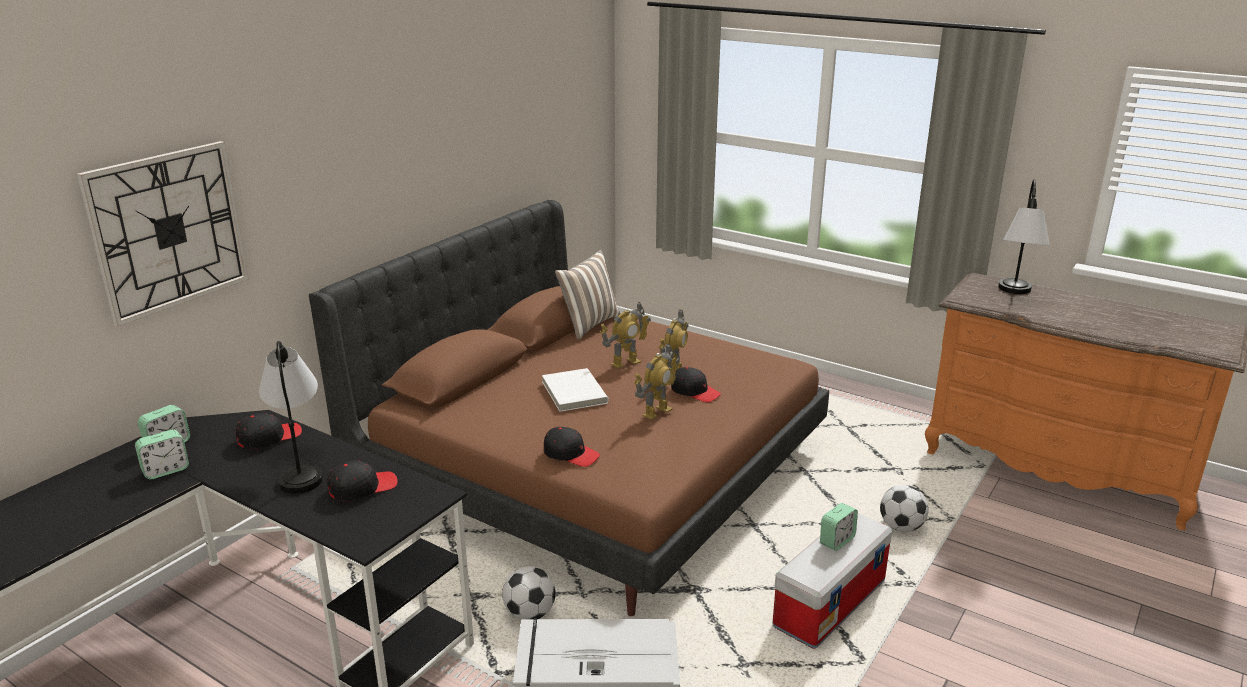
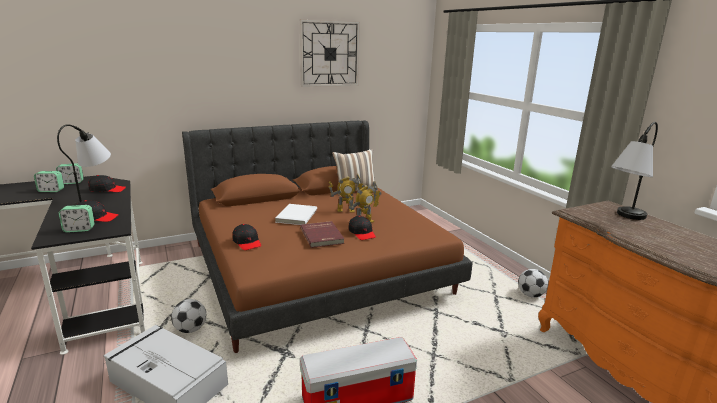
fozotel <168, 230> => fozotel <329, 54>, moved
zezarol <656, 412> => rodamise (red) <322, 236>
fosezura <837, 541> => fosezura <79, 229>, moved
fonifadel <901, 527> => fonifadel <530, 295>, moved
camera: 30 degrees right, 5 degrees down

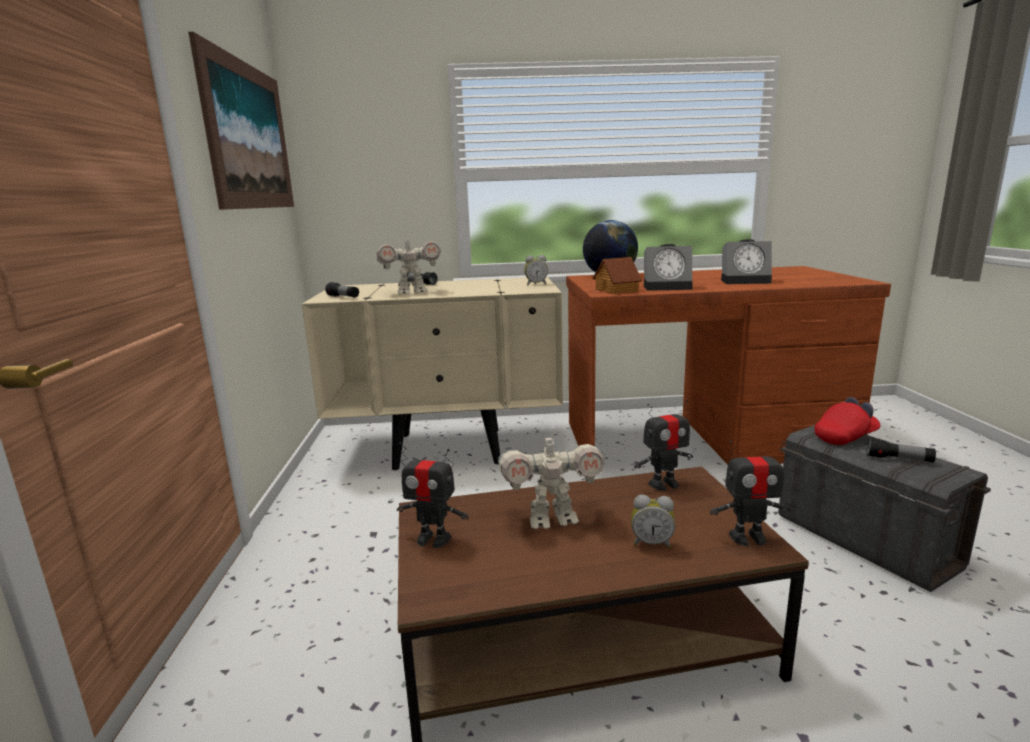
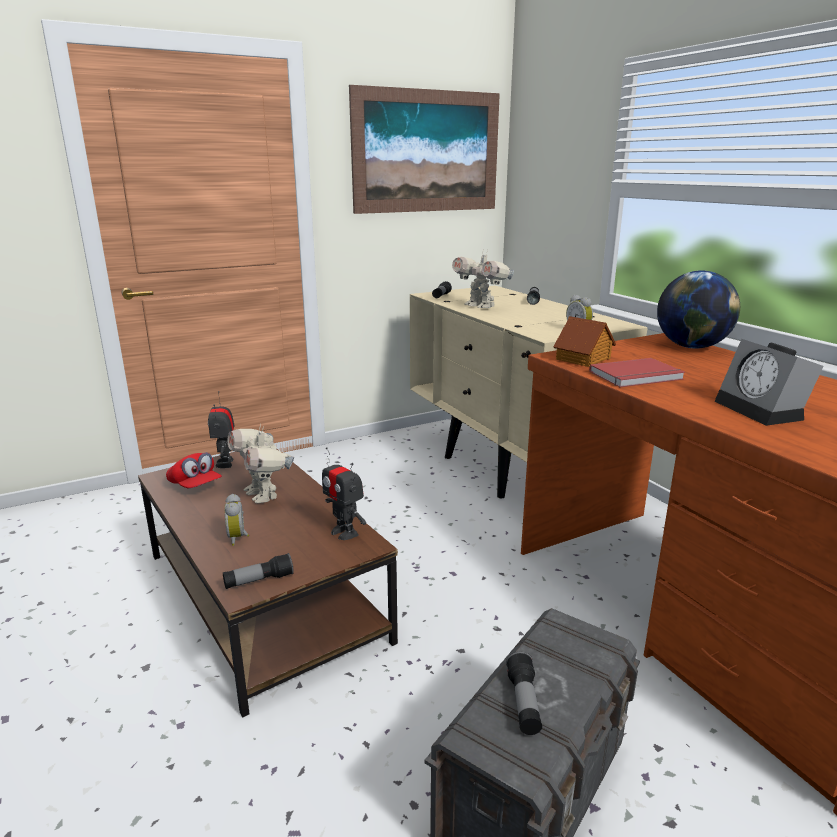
fosezura <668, 287> => rodamise (red) <637, 376>
zezarol <748, 537> => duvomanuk <259, 581>
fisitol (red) <845, 437> => fisitol (red) <195, 486>, moved
camera: 65 degrees right, 5 degrees up

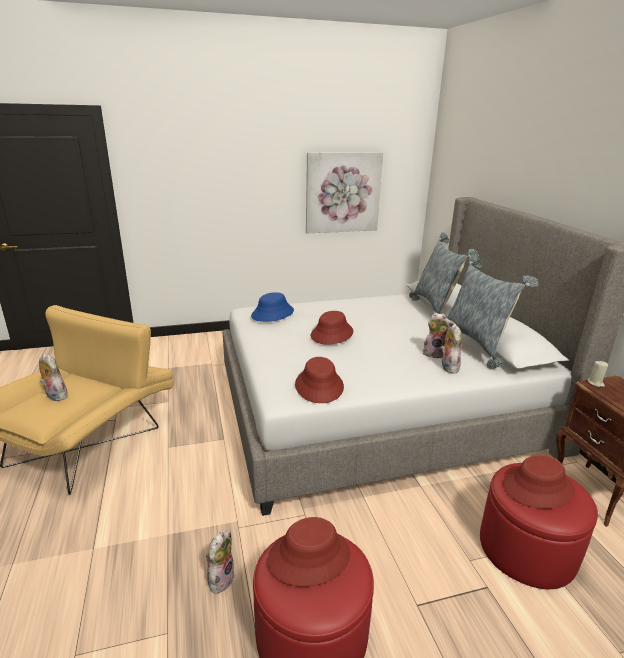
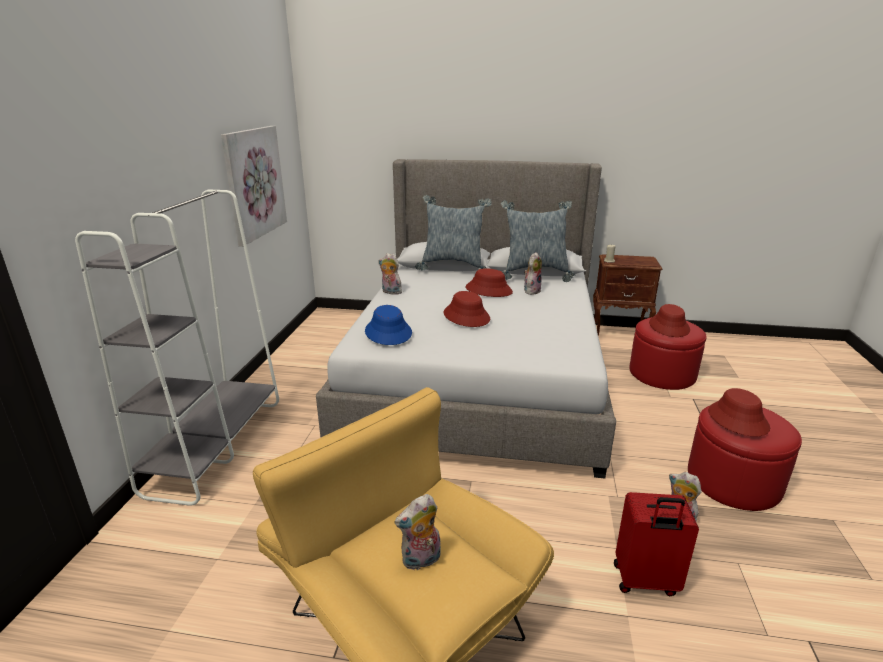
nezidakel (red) <319, 386> => nezidakel (red) <488, 290>, moved
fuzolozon <448, 367> => fuzolozon <390, 292>, moved
nothing => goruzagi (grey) <217, 447>
nothing => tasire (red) <645, 581>
camera: 65 degrees left, 0 degrees up

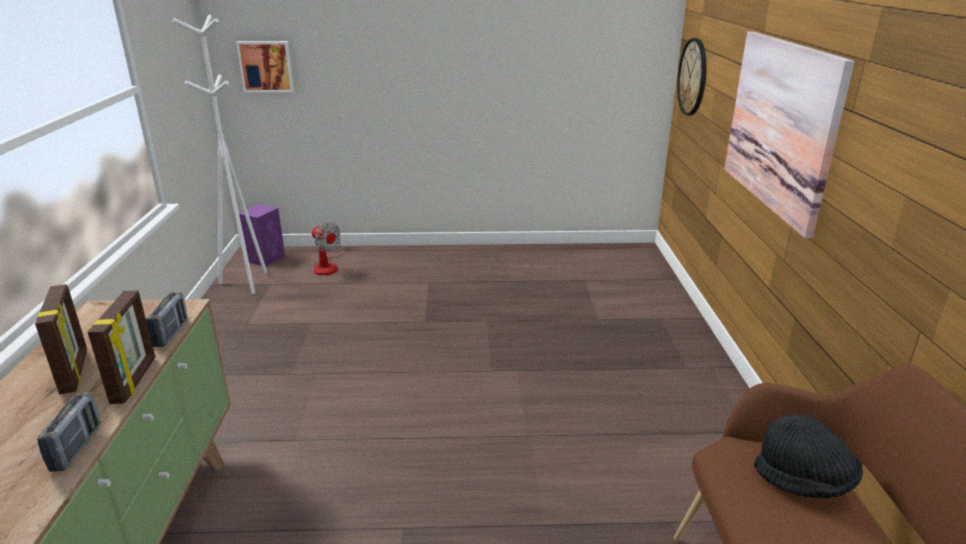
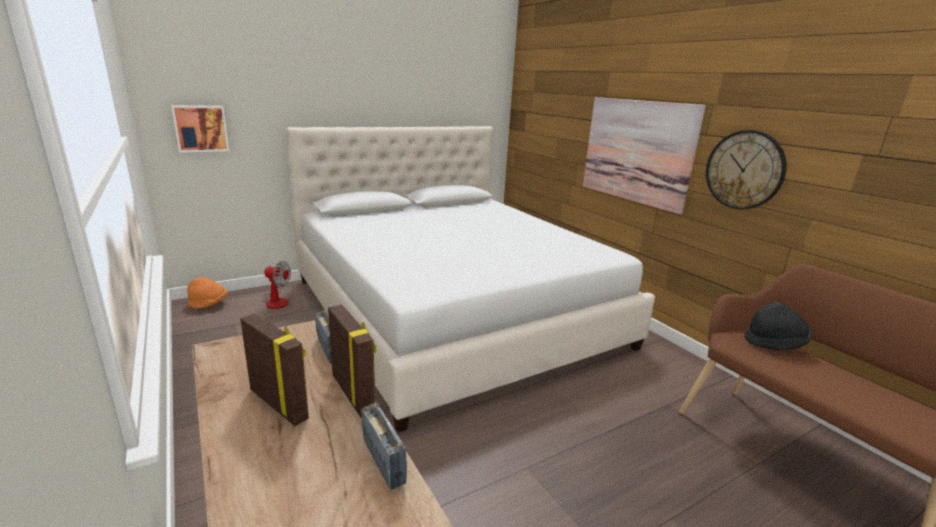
goruzagi (white) <247, 282> => nothing
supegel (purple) <266, 258> => nezidakel (orange) <209, 305>
fozotel <693, 77> => fozotel <744, 170>, moved
nothing => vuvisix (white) <452, 311>
camera: 30 degrees left, 5 degrees down

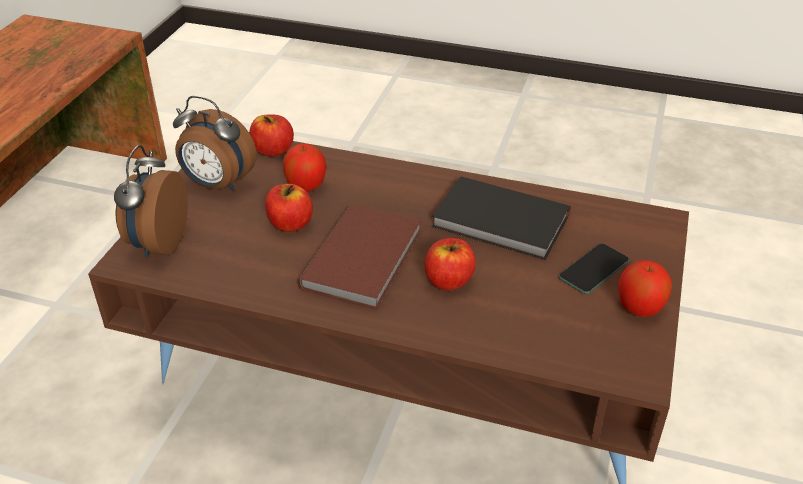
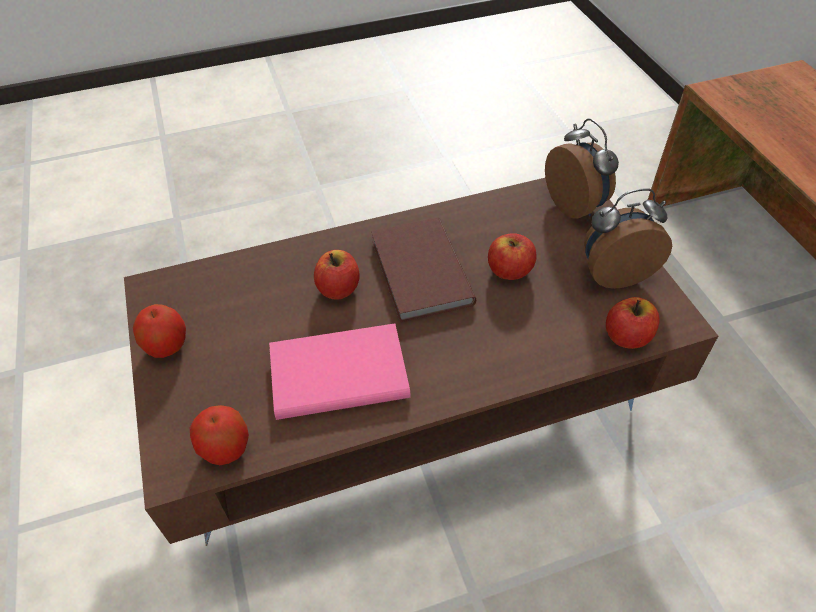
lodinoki <306, 186> => lodinoki <226, 449>, moved
rodamise (black) <501, 223> => rodamise (pink) <336, 372>
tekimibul <593, 269> => nothing
camera: 145 degrees right, 10 degrees up

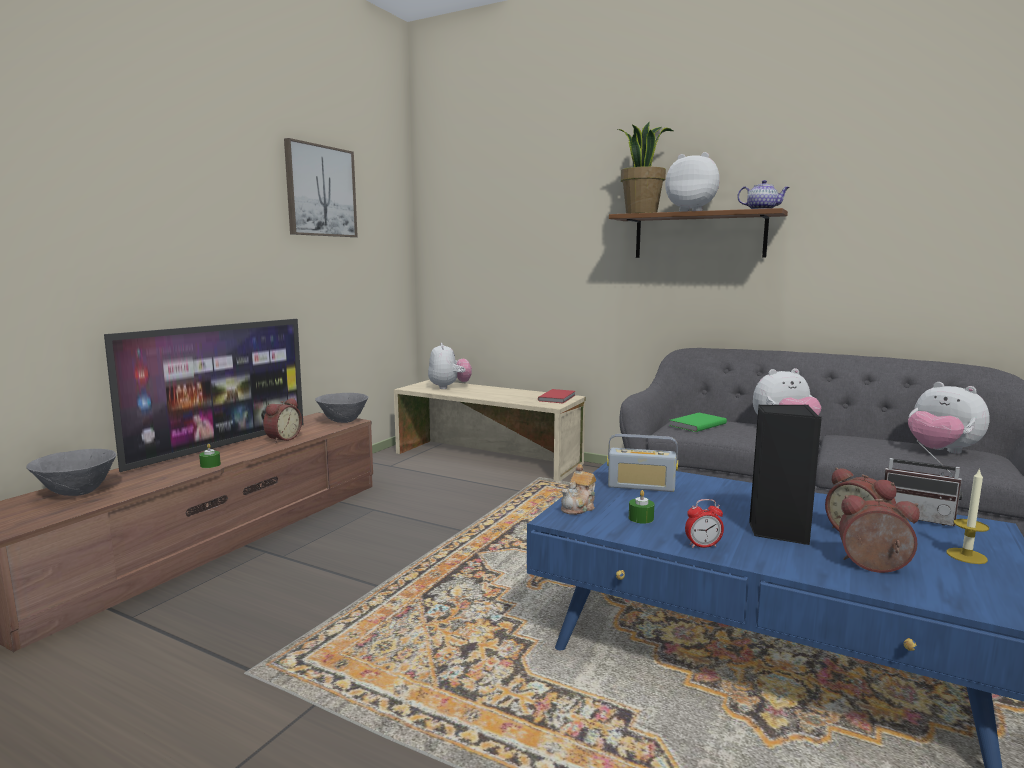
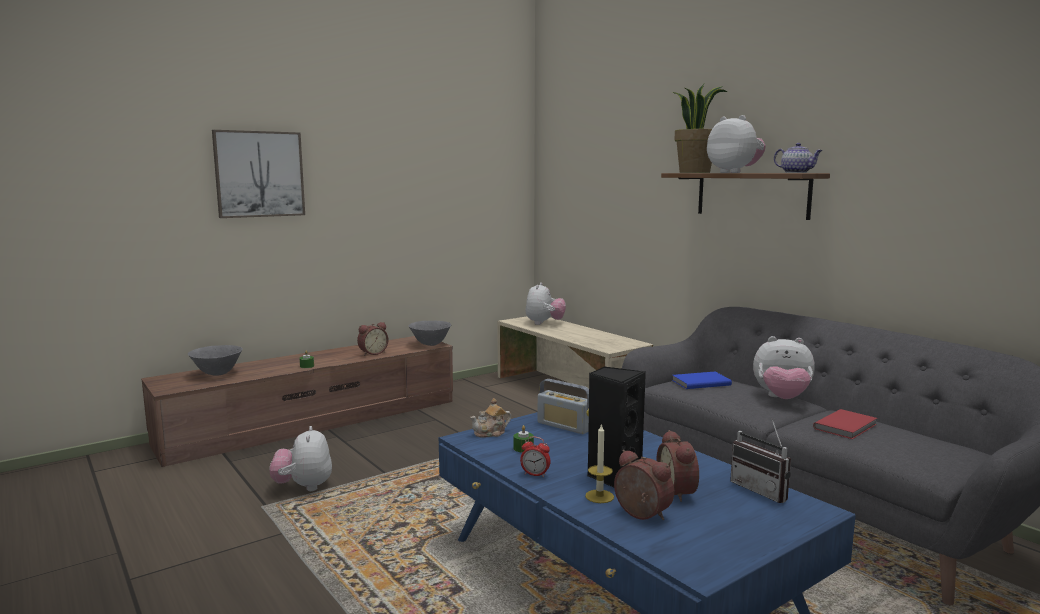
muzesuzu <221, 445> => nothing
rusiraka <320, 191> => rusiraka <259, 174>, moved
rodamise (red) <558, 398> => rodamise (red) <847, 426>, moved
rodamise (green) <696, 424> => rodamise (blue) <700, 382>
fuzolozon <941, 452> => fuzolozon <303, 487>, moved
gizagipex <966, 556> => gizagipex <599, 496>, moved
camera: 25 degrees right, 0 degrees up

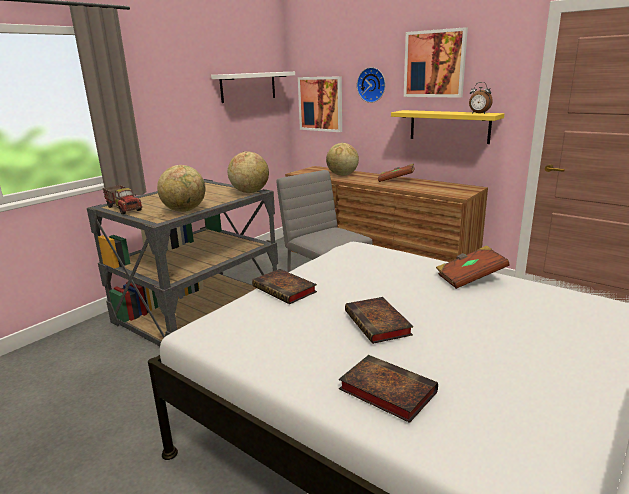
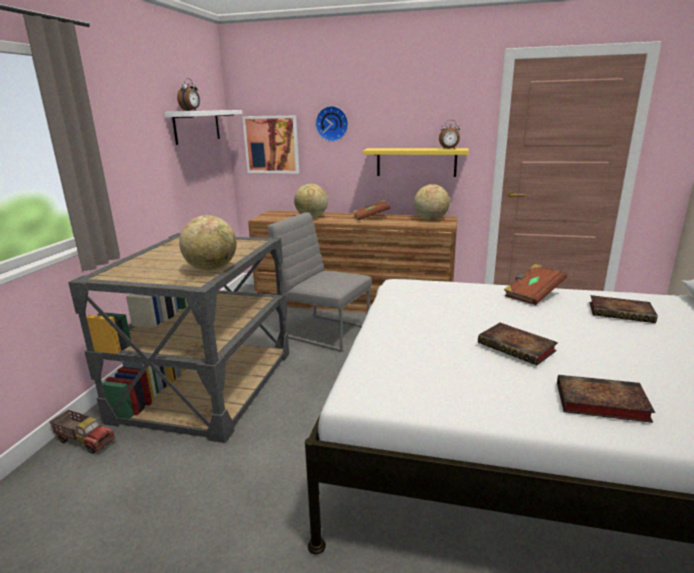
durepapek <124, 208> => durepapek <85, 440>, moved
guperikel <249, 192> => guperikel <430, 219>, moved
rodamise <286, 290> => rodamise <622, 313>, moved
rusiraka <434, 64> => nothing
nothing => fosezura <191, 110>
camera: 25 degrees left, 0 degrees up

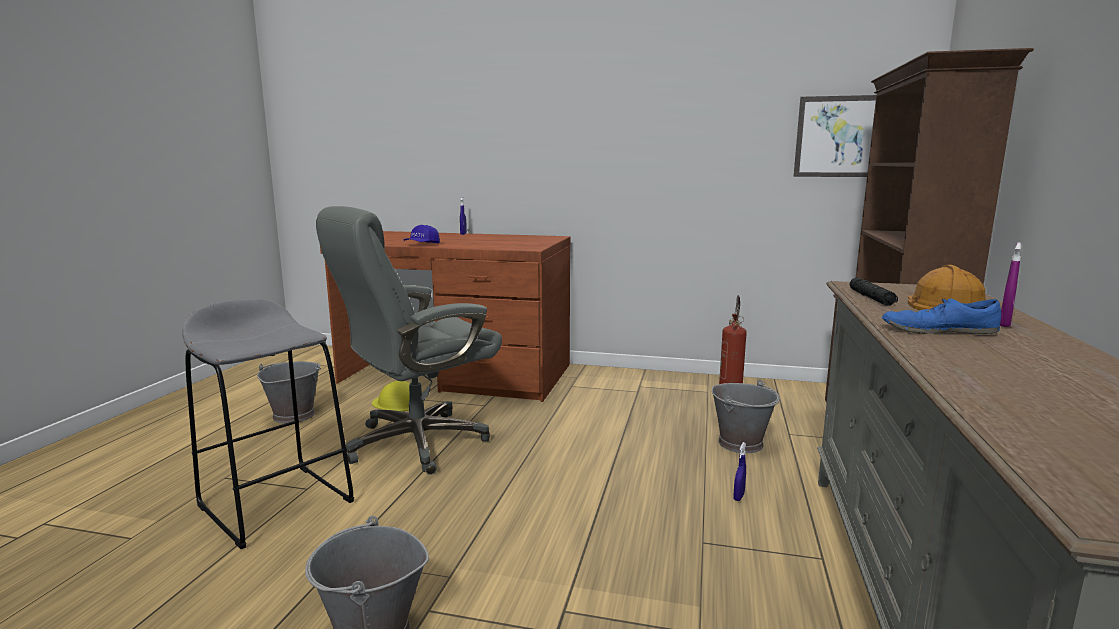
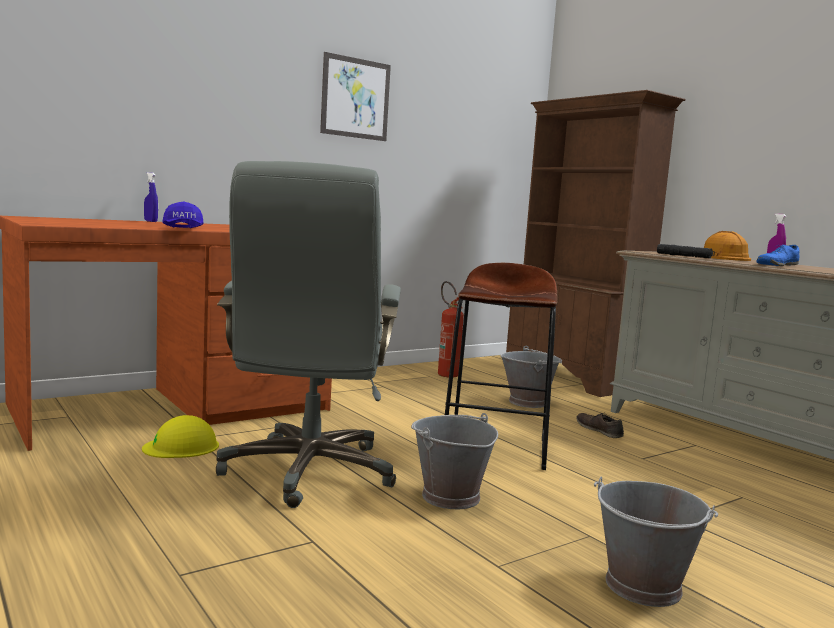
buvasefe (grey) <276, 503> => nothing
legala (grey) <293, 415> => legala (grey) <450, 497>, moved
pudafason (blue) <738, 497> => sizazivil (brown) <599, 430>
rusiraka <838, 137> => rusiraka <355, 98>, moved
nothing => buvasefe (brown) <496, 447>
camera: 50 degrees left, 5 degrees down

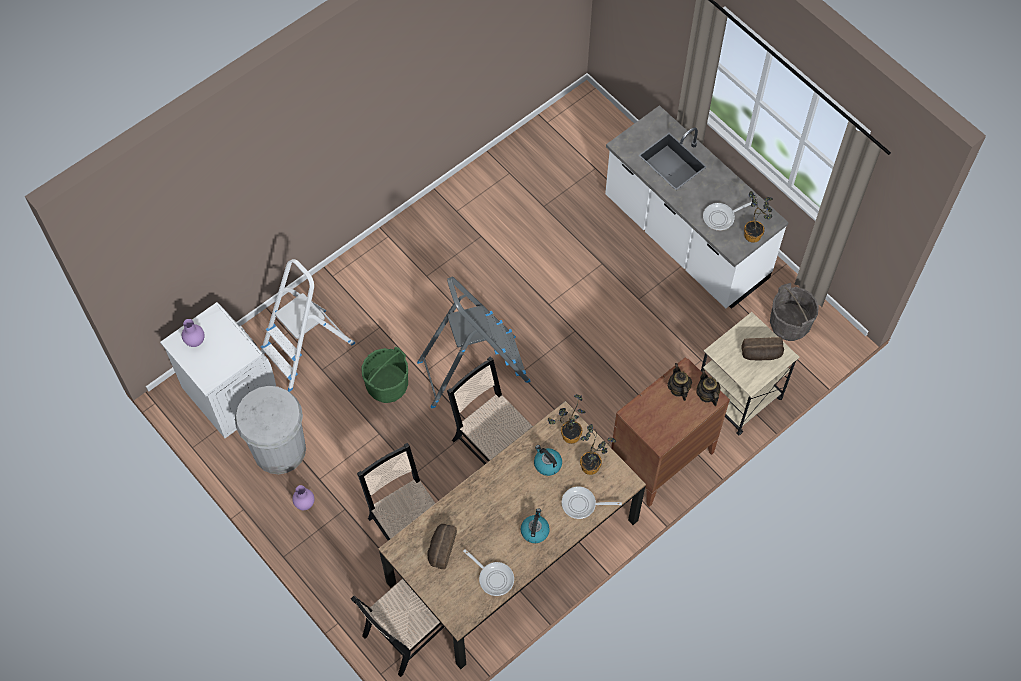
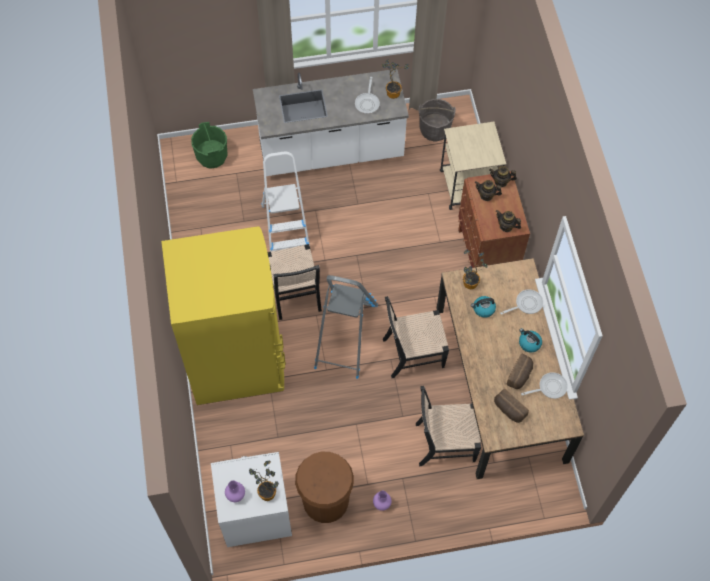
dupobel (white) <279, 449> => dupobel (brown) <325, 500>
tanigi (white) <306, 350> => tanigi (white) <286, 230>, moved
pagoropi <407, 632> => pagoropi <295, 293>, moved
legala (green) <387, 385> => legala (green) <212, 156>, moved
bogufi <582, 504> => bogufi <526, 304>, 150 degrees counterclockwise
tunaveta <593, 465> => tunaveta <268, 491>, moved
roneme <761, 354> => roneme <520, 375>, moved
nothing => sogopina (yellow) <237, 360>
nothing => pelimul <506, 226>
camera: 60 degrees left, 0 degrees up

